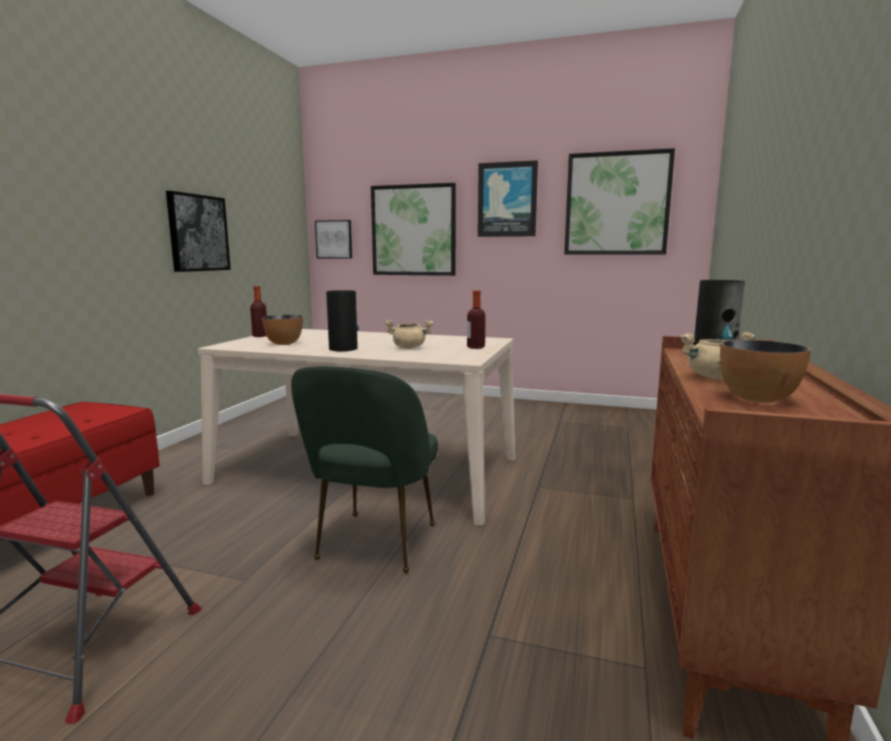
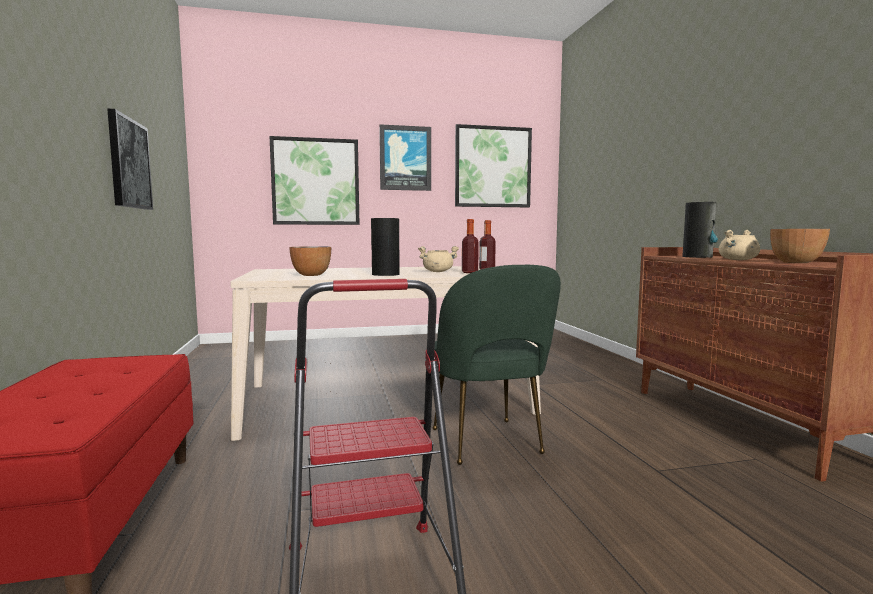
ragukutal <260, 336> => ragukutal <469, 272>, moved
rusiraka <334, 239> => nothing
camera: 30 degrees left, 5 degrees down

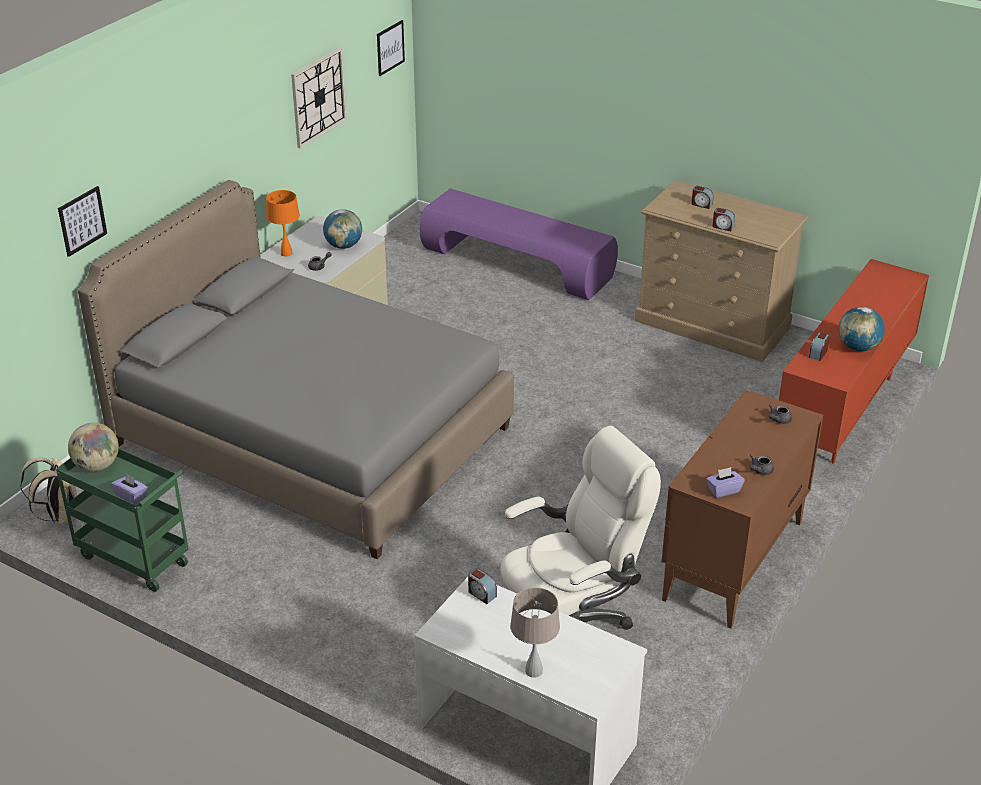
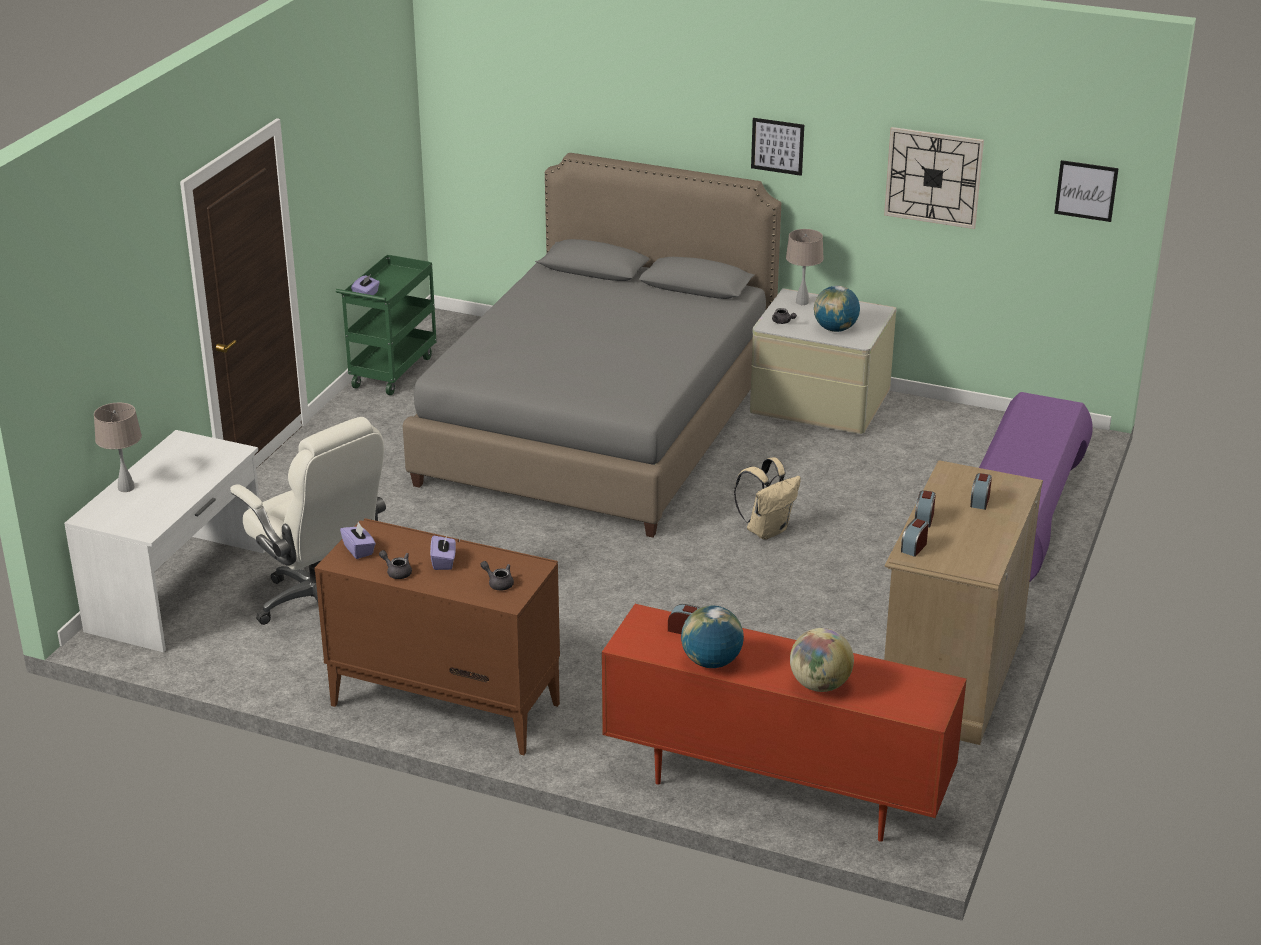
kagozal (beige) <59, 517> => kagozal (beige) <767, 530>, moved
rusiraka <82, 221> => rusiraka <777, 146>, moved
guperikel <97, 466> => guperikel <819, 685>, moved
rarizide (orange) <286, 253> => rarizide (beige) <802, 302>
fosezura <481, 594> => fosezura <914, 547>, moved
nothing => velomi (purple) <444, 562>
camera: 80 degrees right, 5 degrees down

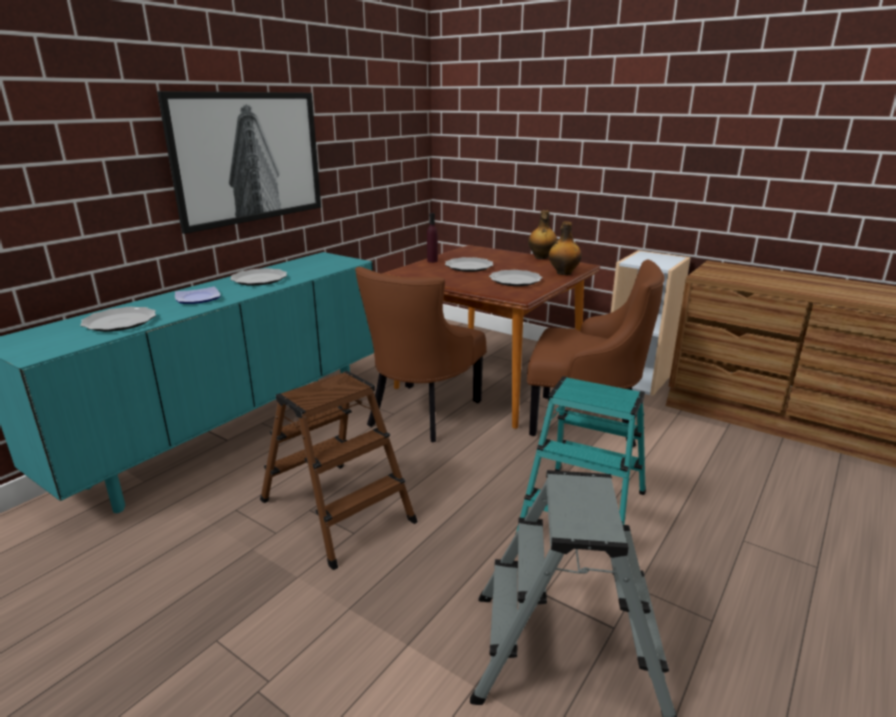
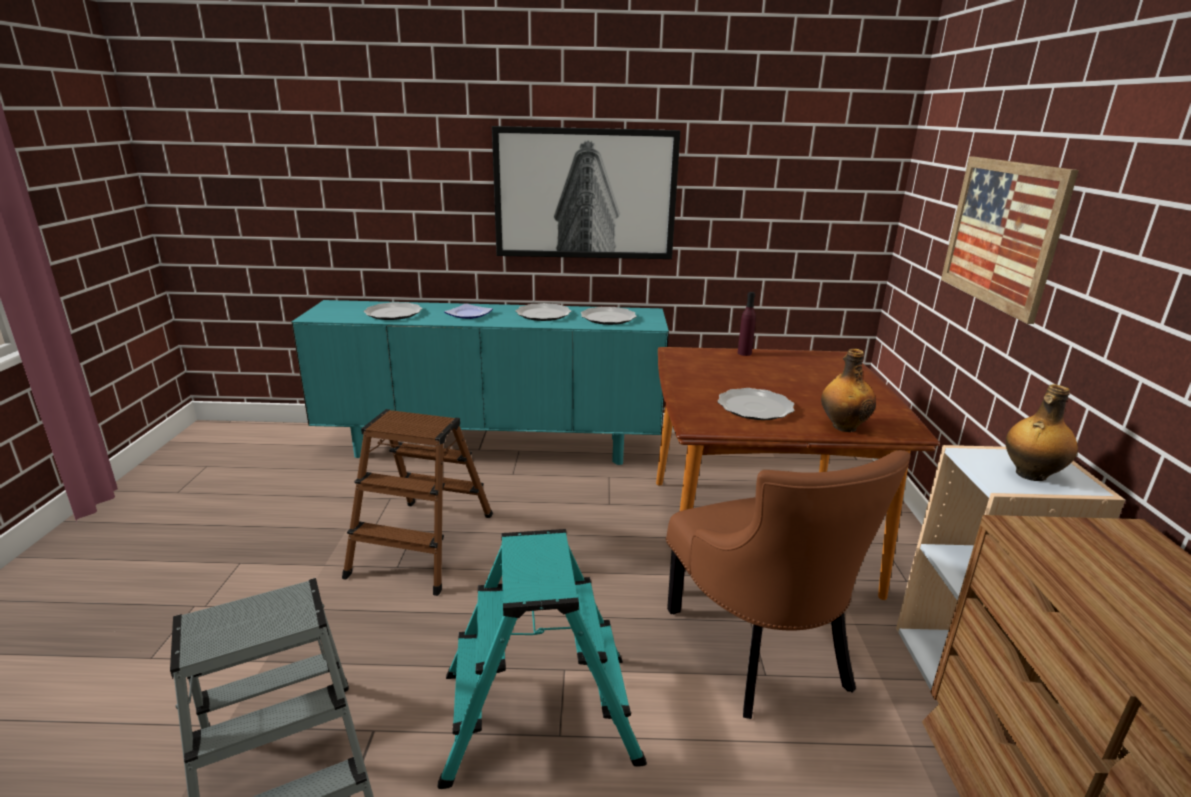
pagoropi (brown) <423, 412> => nothing
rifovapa <469, 266> => rifovapa <608, 318>, moved
ragukutal <541, 257> => ragukutal <1030, 475>, moved
nothing => rusiraka <1001, 233>
camera: 55 degrees right, 0 degrees up

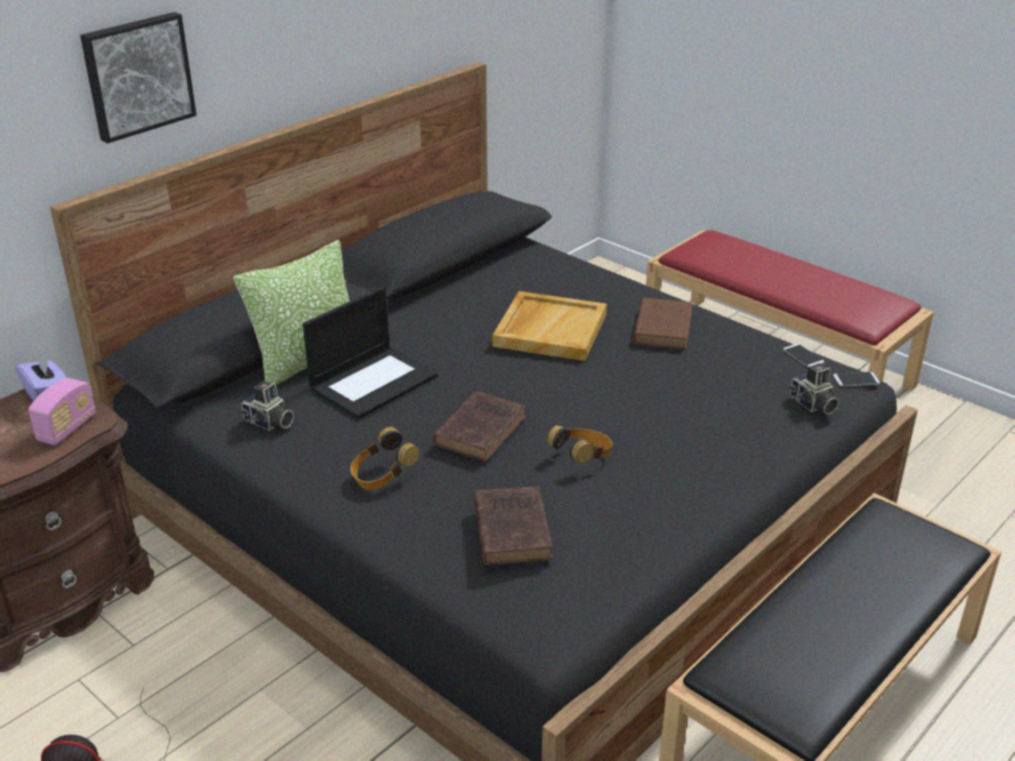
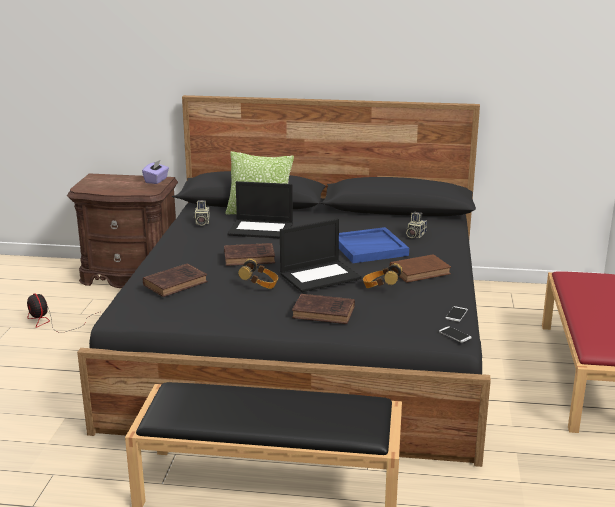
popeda <67, 429> => nothing
rusiraka <137, 75> => nothing
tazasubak <382, 477> => tazasubak <381, 287>, moved
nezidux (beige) <549, 329> => nezidux (blue) <369, 248>
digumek <812, 404> => digumek <414, 235>, moved
nothing => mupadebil <320, 276>
nothing => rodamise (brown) <325, 312>
camera: 55 degrees right, 10 degrees down

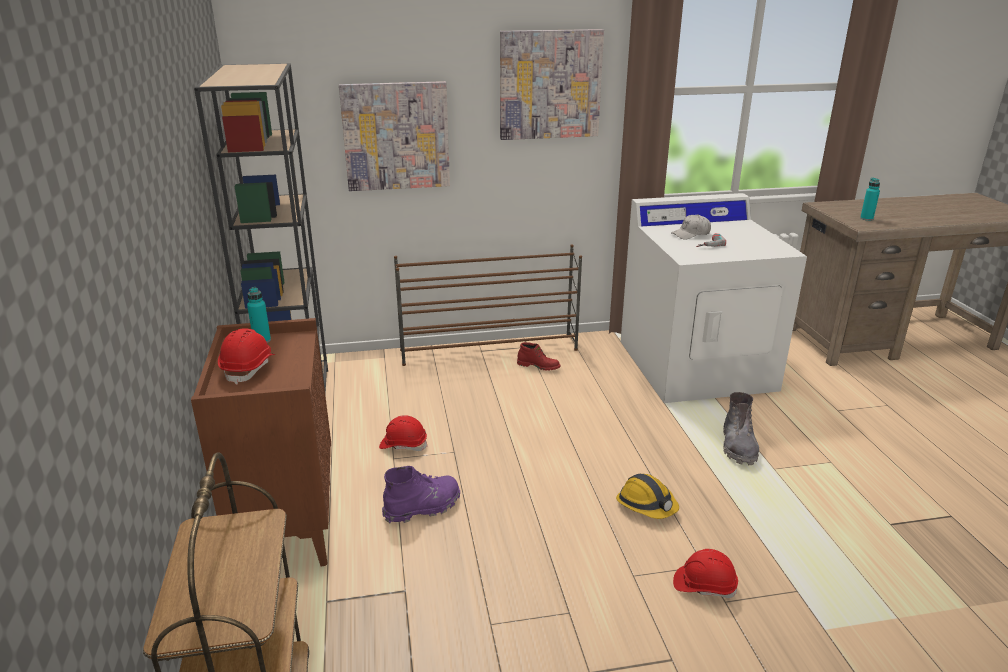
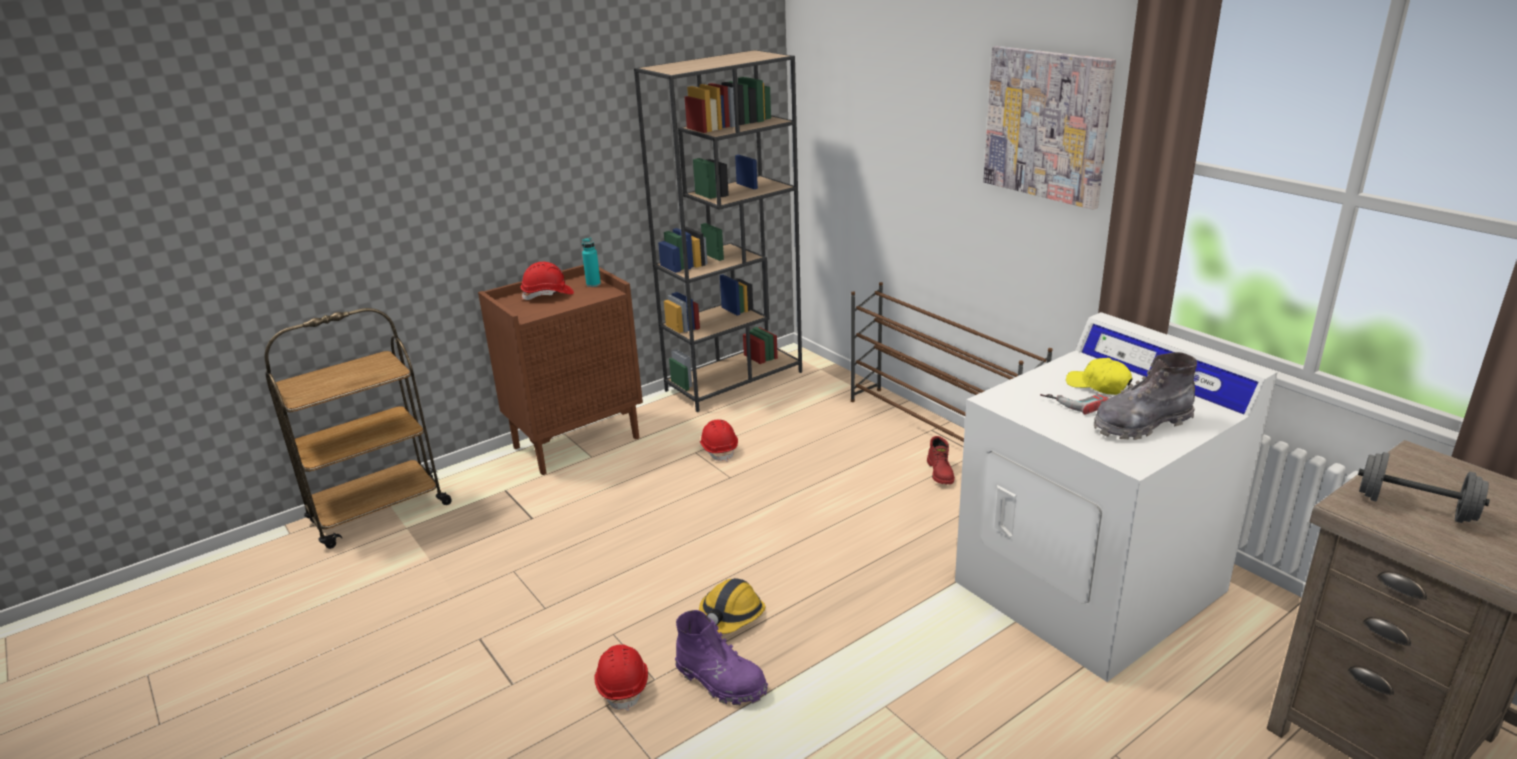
rusiraka <396, 136> => nothing
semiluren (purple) <423, 507> => semiluren (purple) <721, 681>, moved
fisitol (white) <691, 234> => fisitol (yellow) <1098, 386>
semiluren (grey) <738, 446> => semiluren (grey) <1141, 424>, moved
ragukutal (turquoise) <866, 218> => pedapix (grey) <1414, 508>
camera: 65 degrees right, 0 degrees up

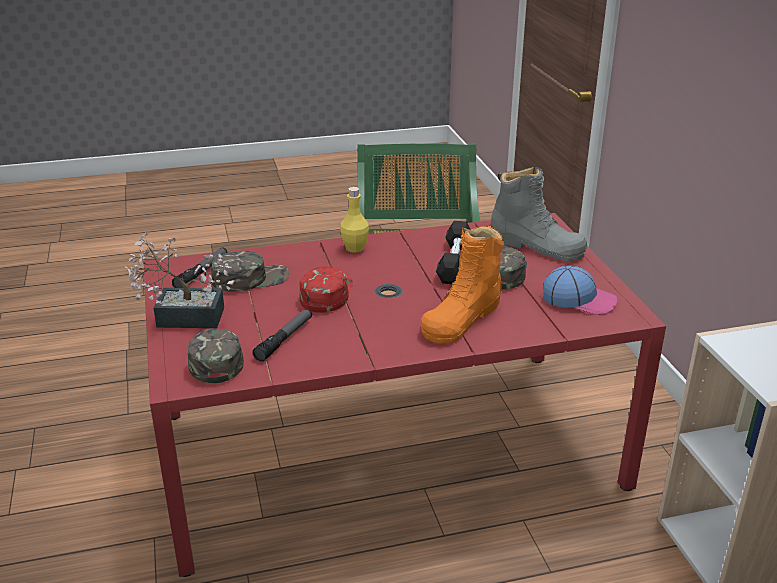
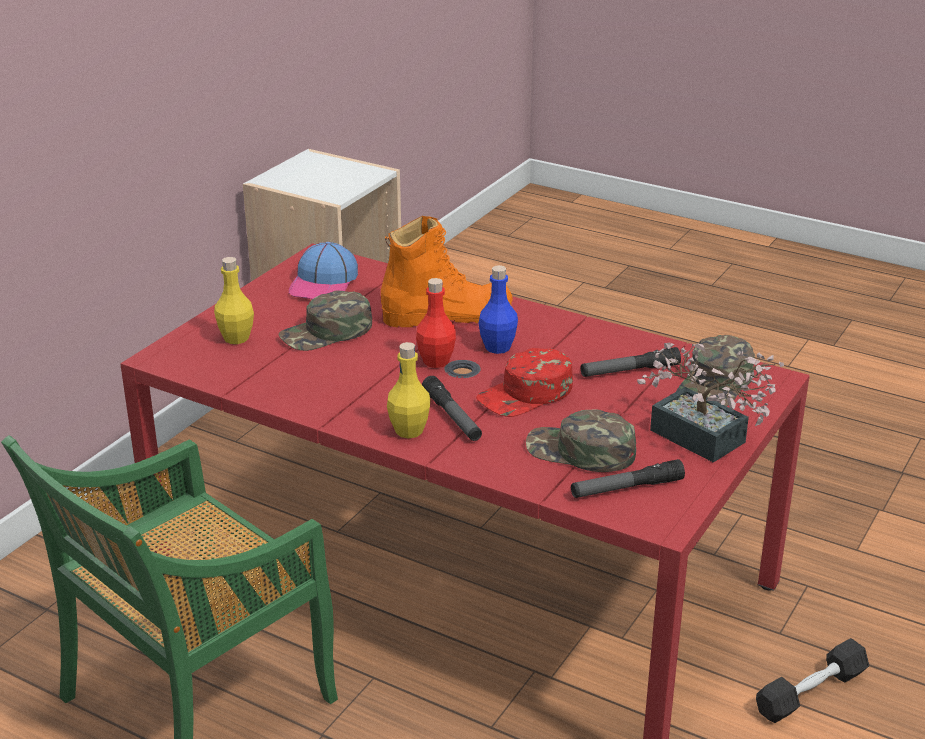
pedapix (black) <454, 262> => pedapix (black) <811, 693>, moved
semiluren (grey) <537, 246> => ragukutal (yellow) <236, 338>
fisitol <579, 299> => fisitol <324, 284>, 135 degrees counterclockwise
nothing => ragukutal (red) <436, 361>
nothing => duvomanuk <452, 416>
nothing => ragukutal (blue) <497, 347>
camera: 135 degrees left, 0 degrees up

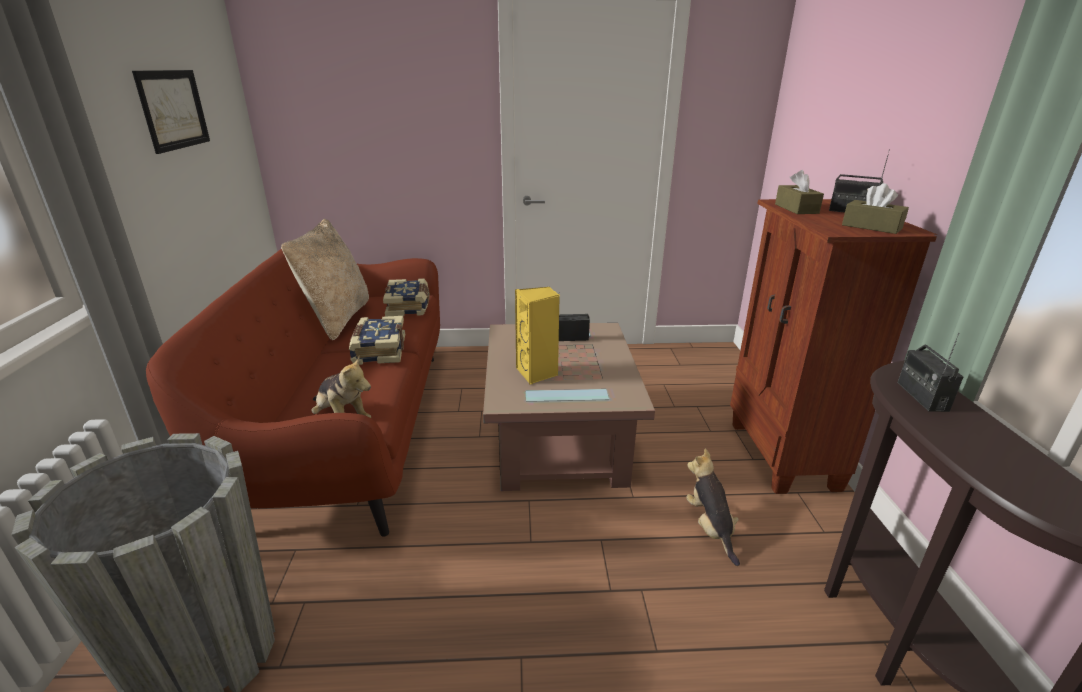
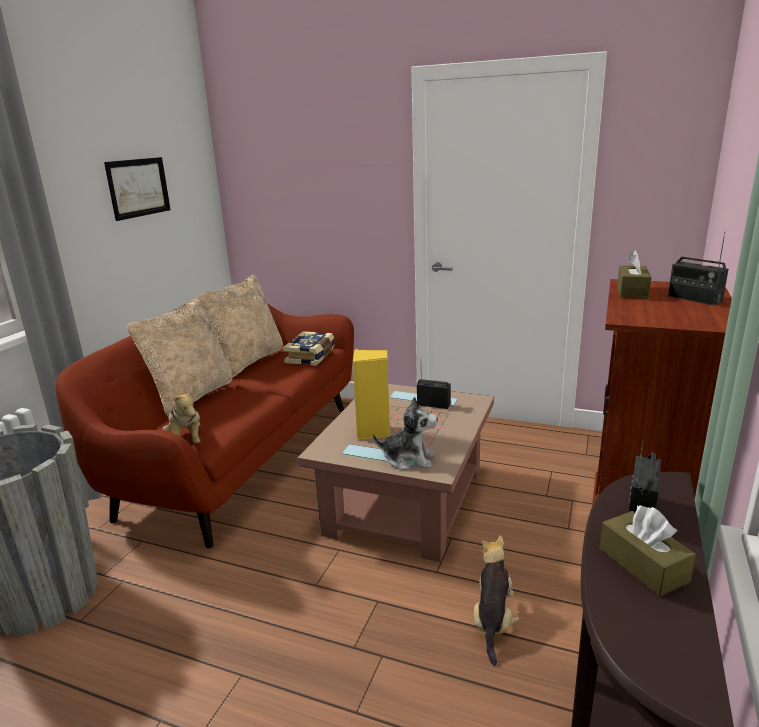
rodamise <378, 350> => nothing
velomi (brown) <871, 227> => velomi (brown) <643, 564>, moved
nothing => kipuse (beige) <193, 398>
nothing => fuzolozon <408, 459>
camera: 25 degrees right, 5 degrees down

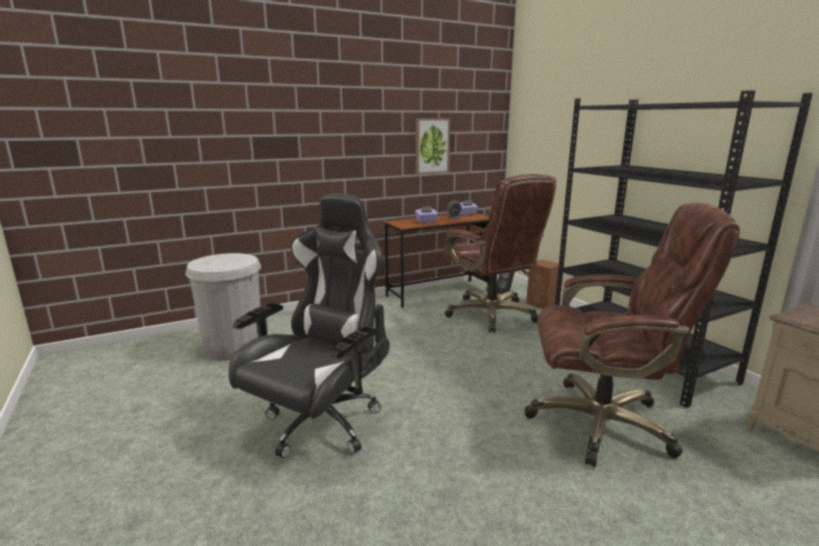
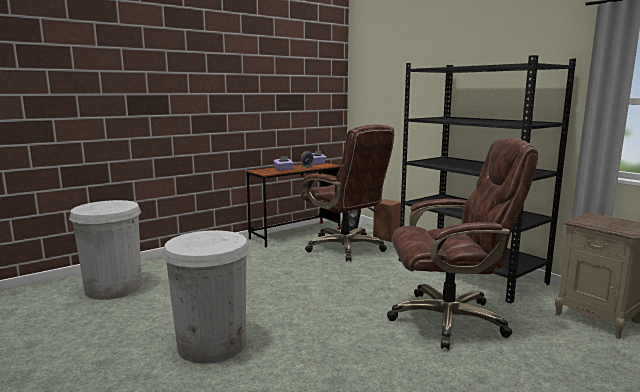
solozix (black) <318, 428> => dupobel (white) <212, 344>
rusiraka <432, 146> => nothing
camera: 10 degrees left, 5 degrees down

